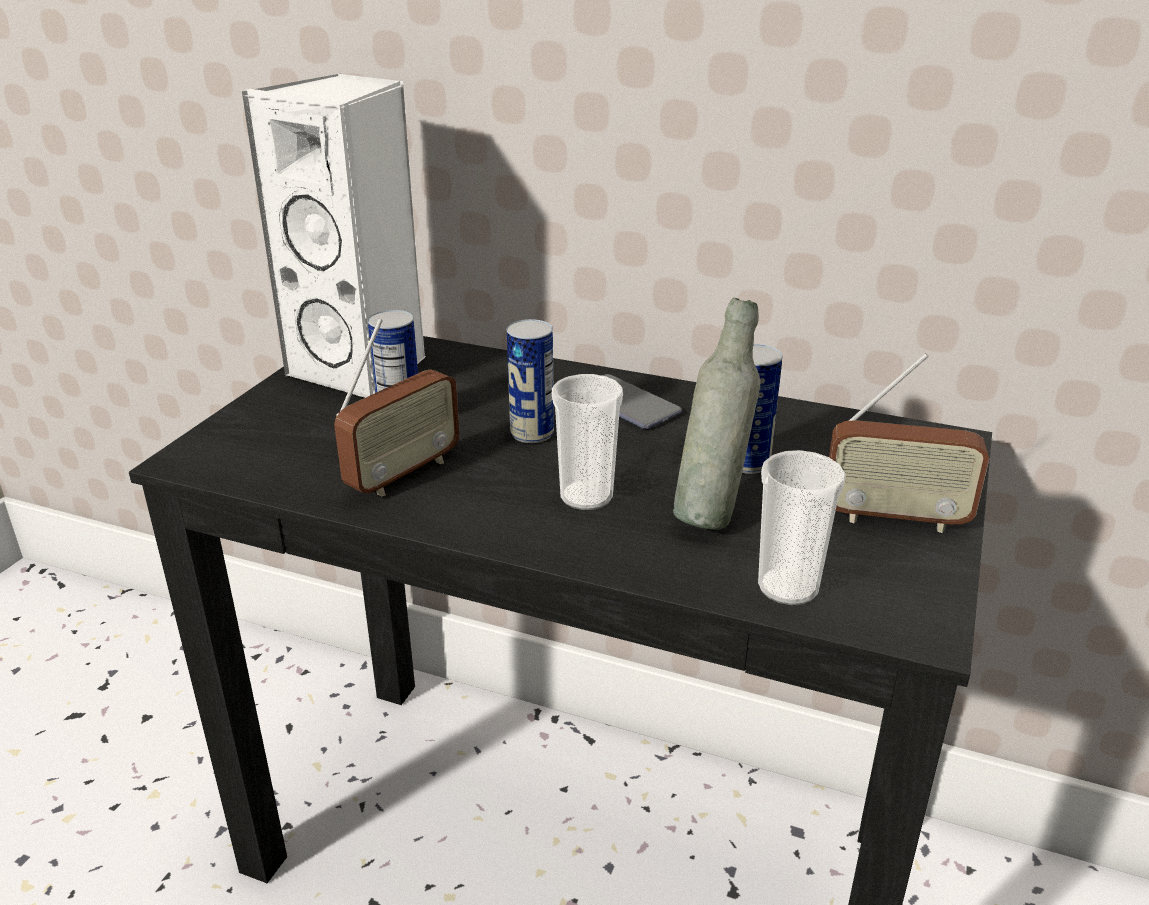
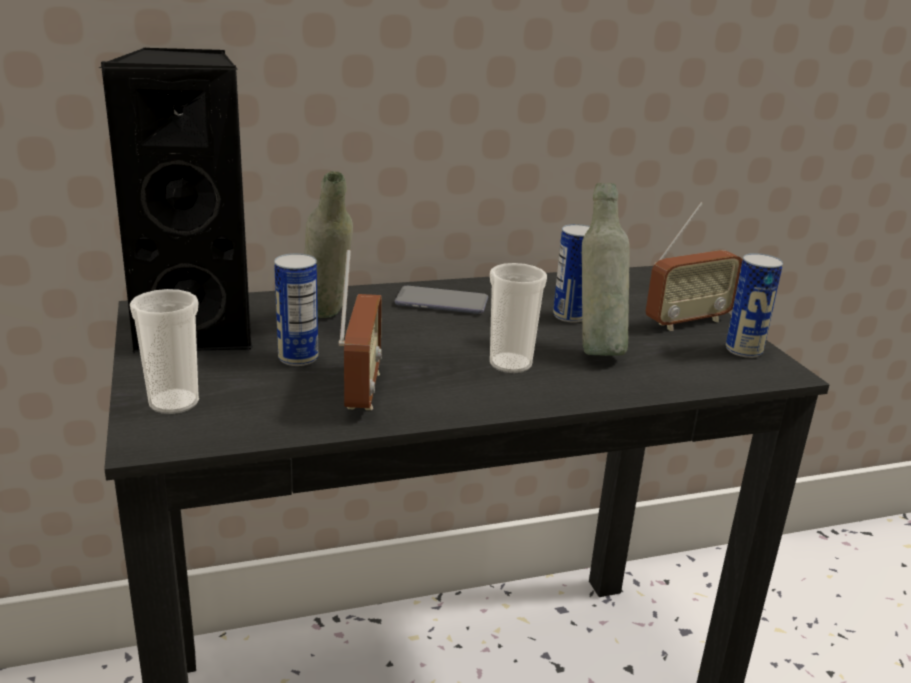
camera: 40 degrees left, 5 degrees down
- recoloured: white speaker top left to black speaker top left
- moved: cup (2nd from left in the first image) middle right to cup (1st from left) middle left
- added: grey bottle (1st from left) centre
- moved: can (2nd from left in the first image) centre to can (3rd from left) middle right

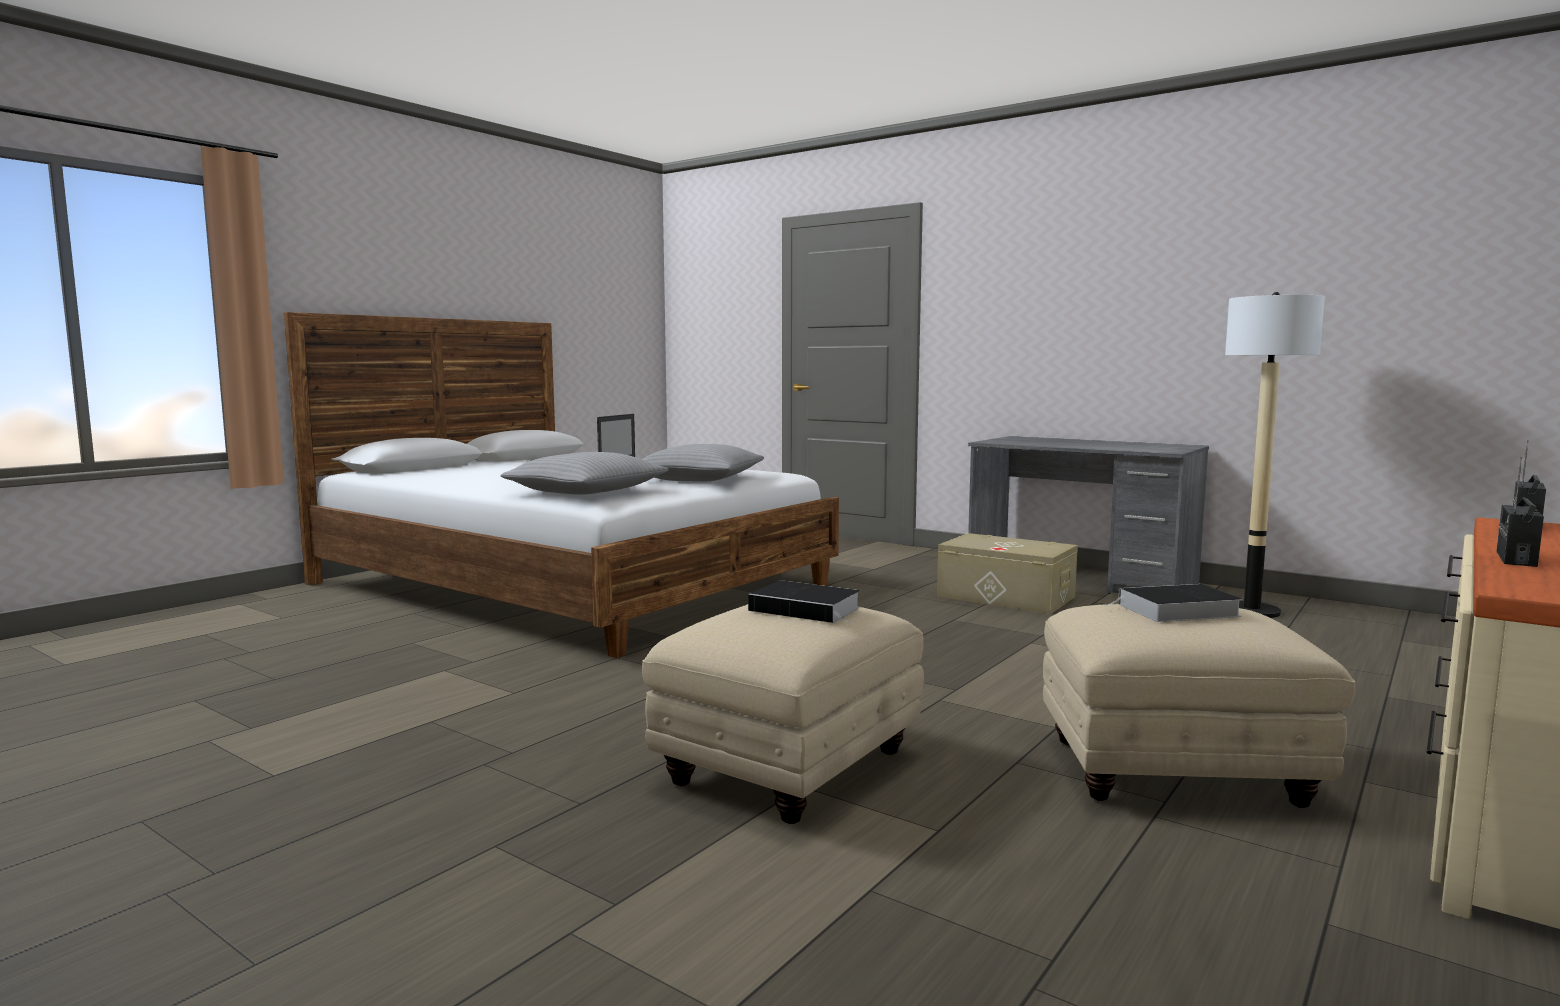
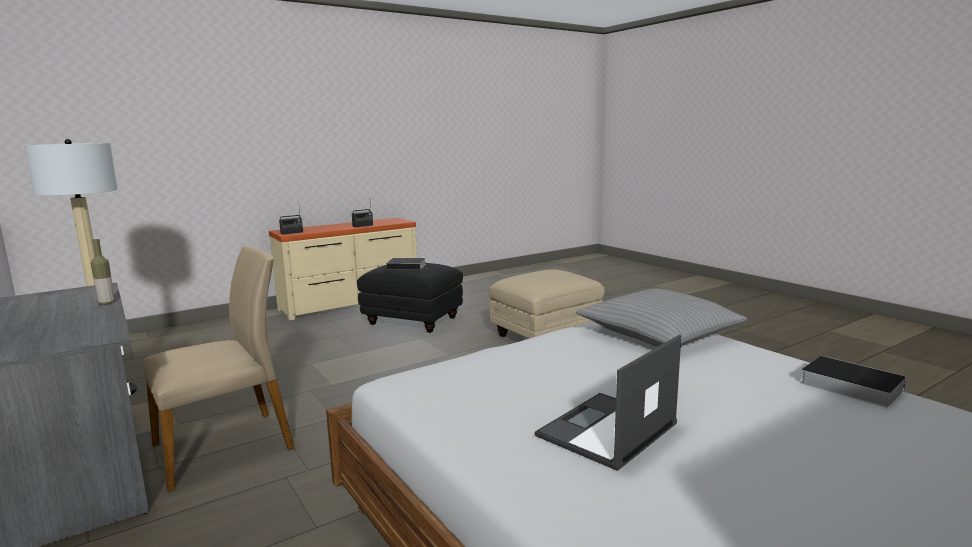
camera: 160 degrees left, 5 degrees up
- added: bottle middle left
- replaced: beige storage box centre to beige chair bottom left
- recoloured: beige ottoman (2nd from left) bottom right to black ottoman centre
- moved: book (1st from left in the first image) centre to book (2nd from left) bottom right
- removed: grey pillow (2nd from left) centre

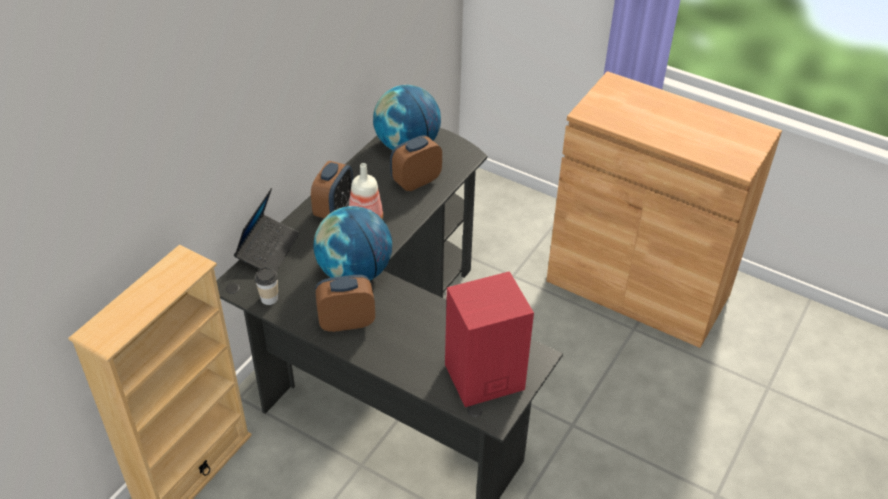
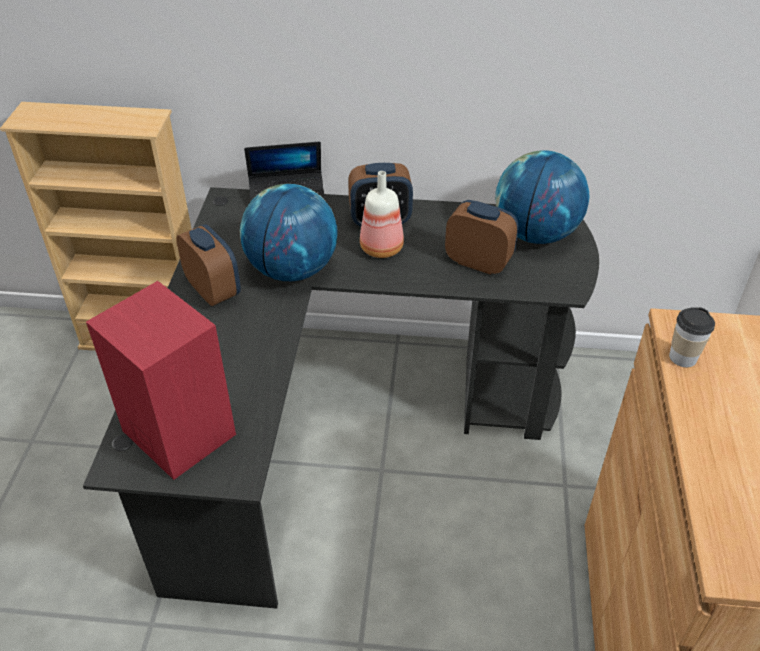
camera: 65 degrees right, 0 degrees up
- moved: cup middle left to middle right

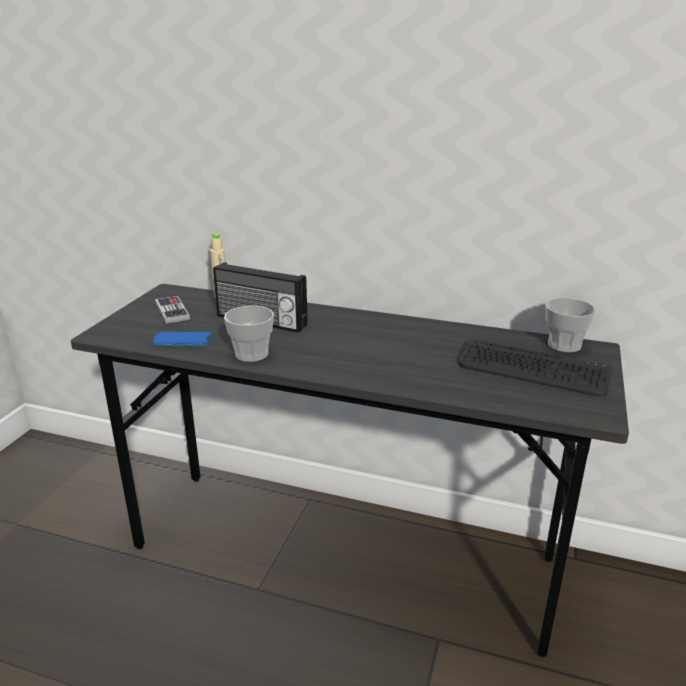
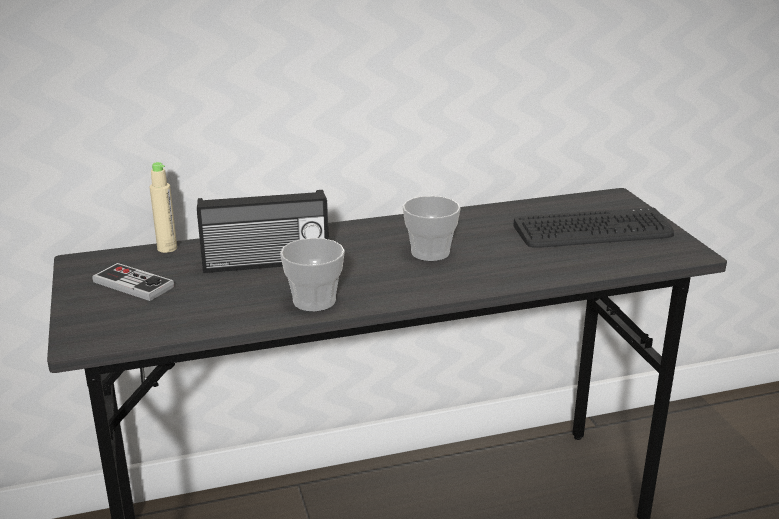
camera: 35 degrees left, 0 degrees up
- moved: cup (2nd from left) middle right to centre
- removed: phone middle left

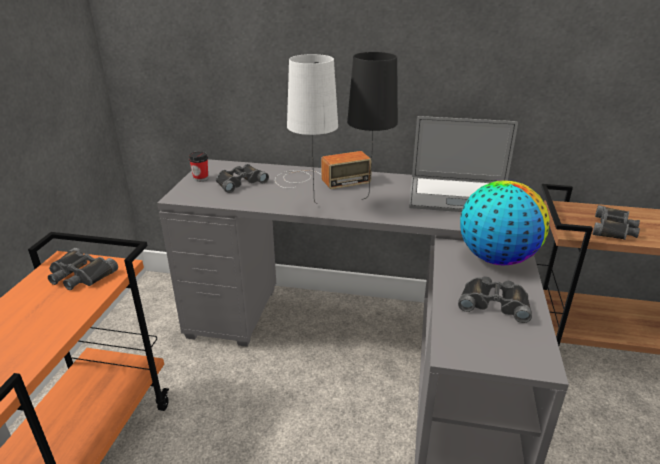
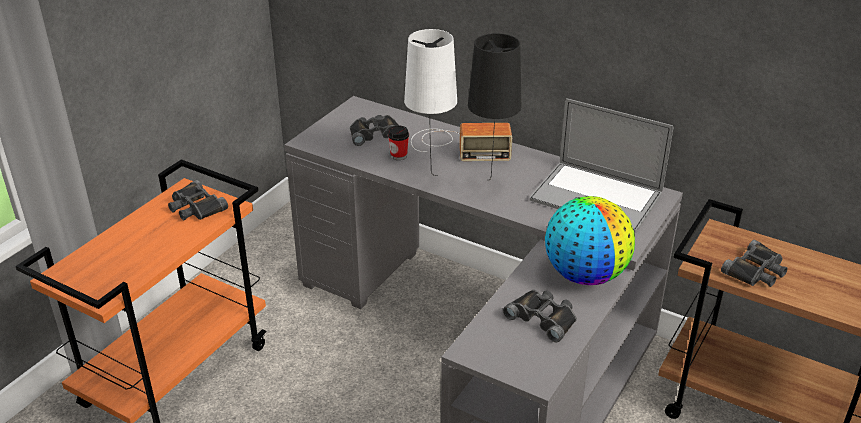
camera: 20 degrees right, 5 degrees up
- moved: cup middle left to centre

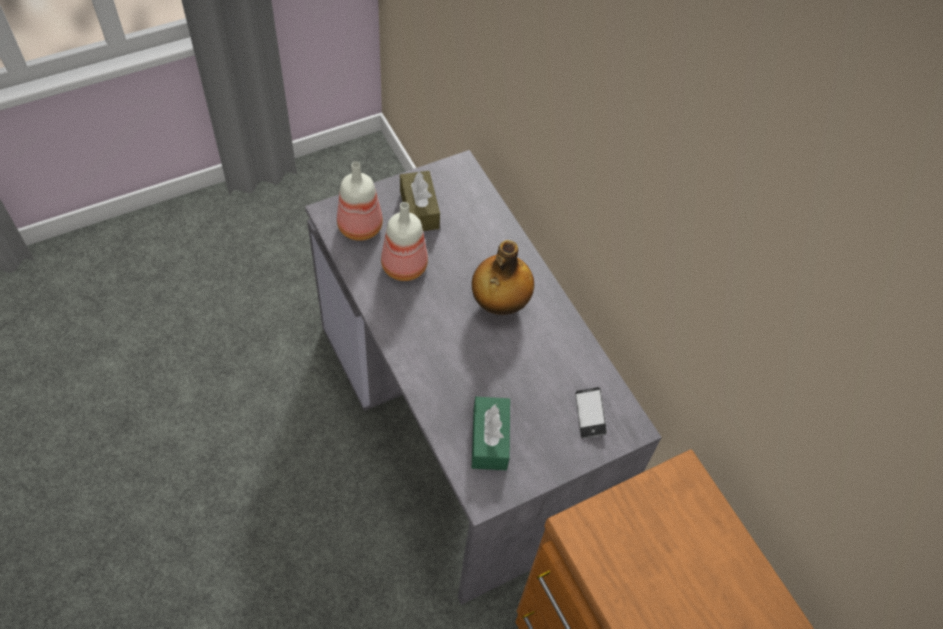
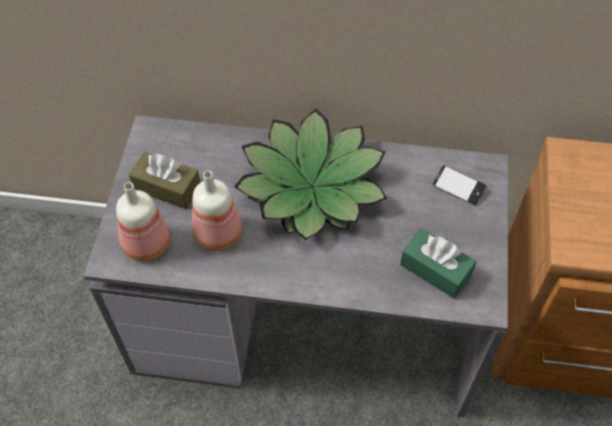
camera: 50 degrees left, 0 degrees up
- replaced: bottle (3rd from left) centre to potted plant centre

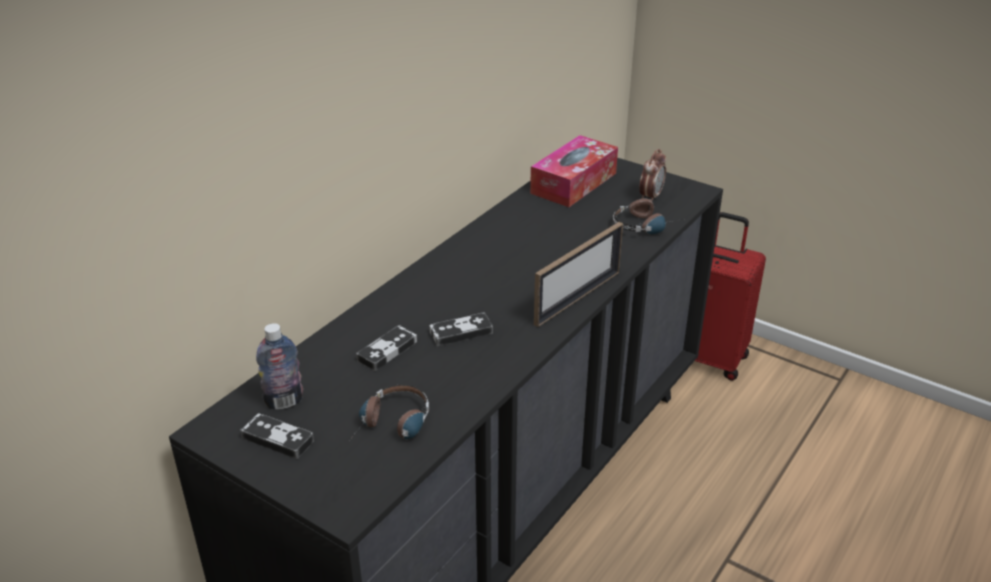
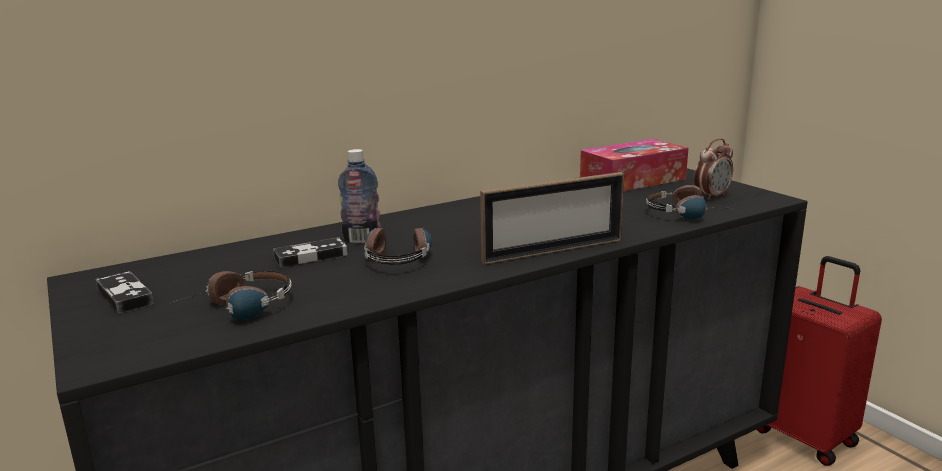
camera: 25 degrees right, 15 degrees down
- moved: bottle middle left to centre
- replaced: game controller (3rd from left) centre to headphones (2nd from left) centre

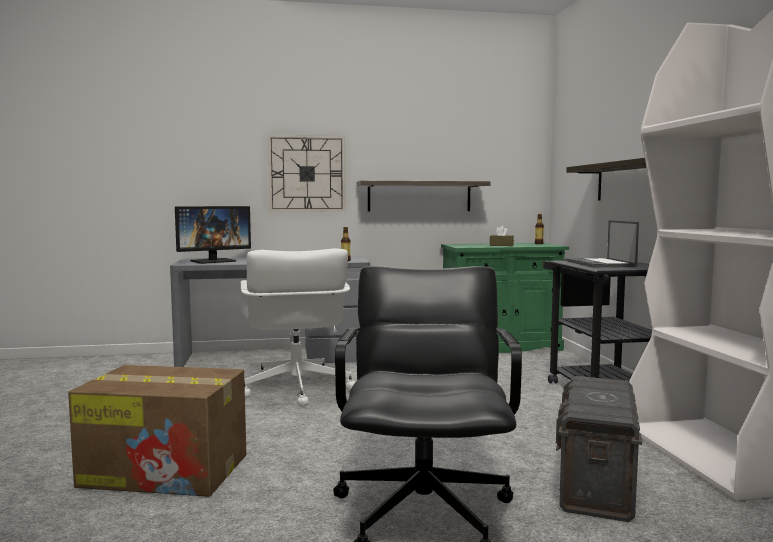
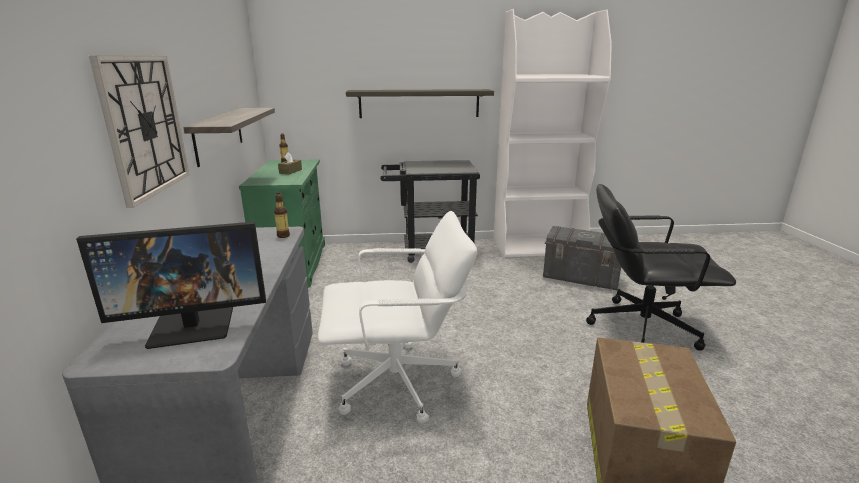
camera: 85 degrees left, 15 degrees up
- turned: monitor middle left = middle left 105 degrees clockwise
- removed: laptop middle right

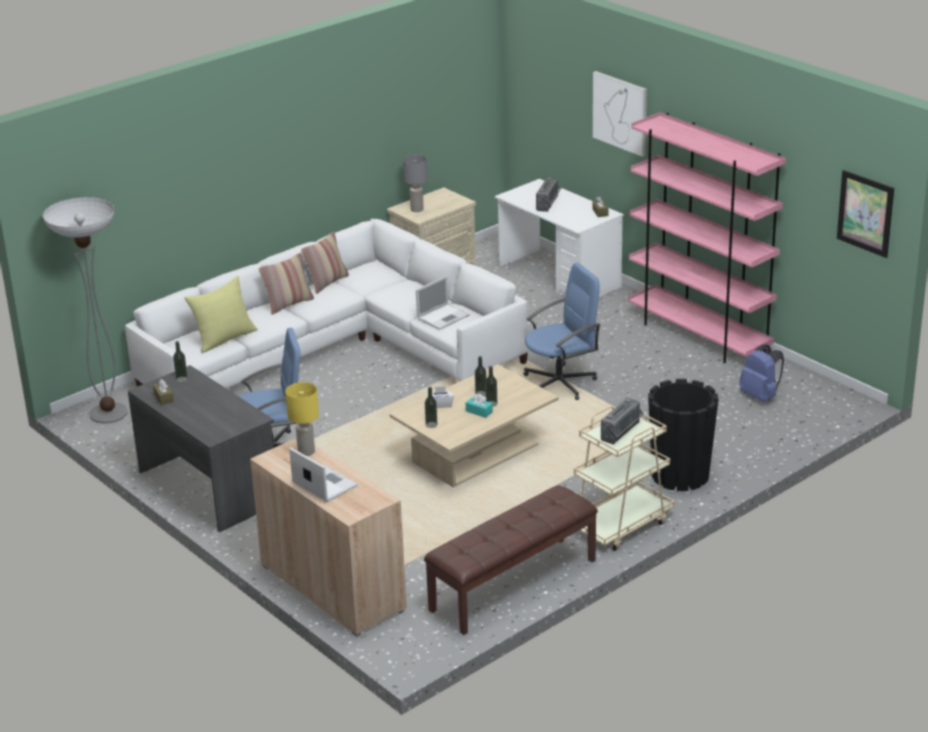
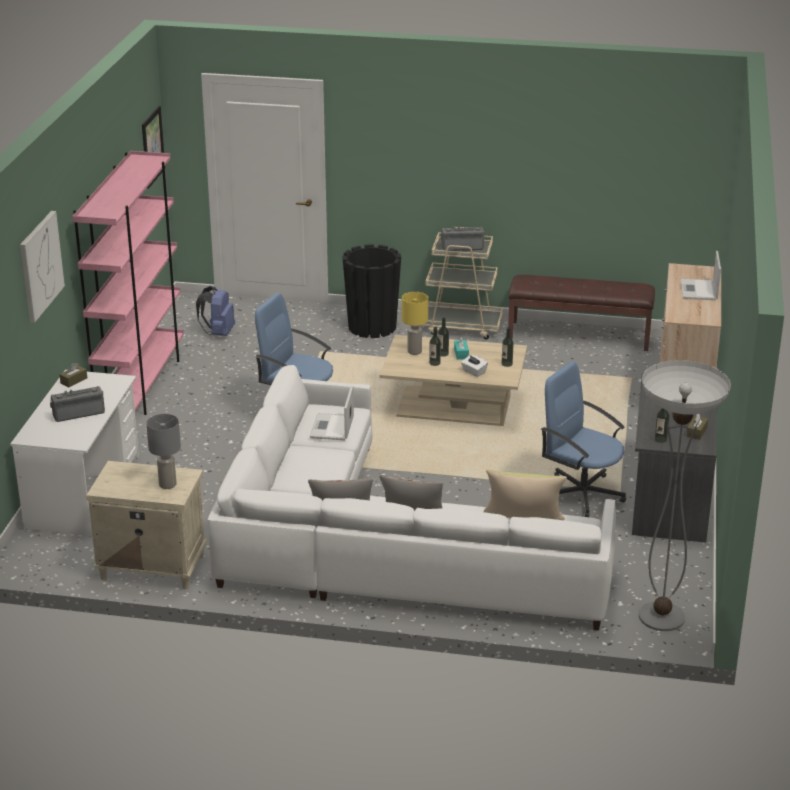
camera: 130 degrees left, 0 degrees up
- turned: laptop (2nd from left in the first image) centre = centre 90 degrees counterclockwise
- moved: yellow table lamp middle left to centre

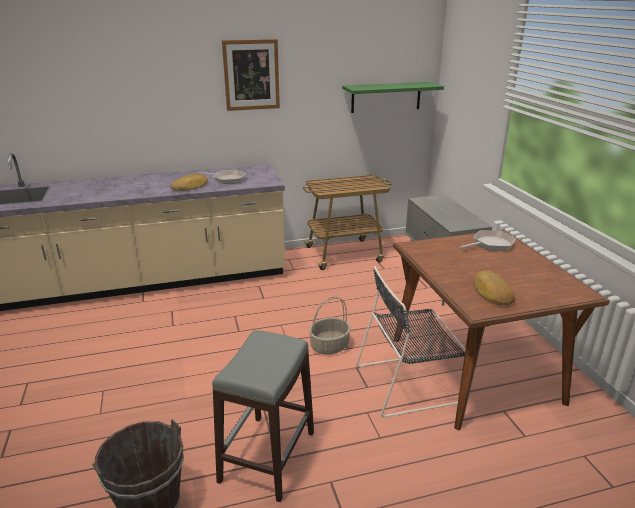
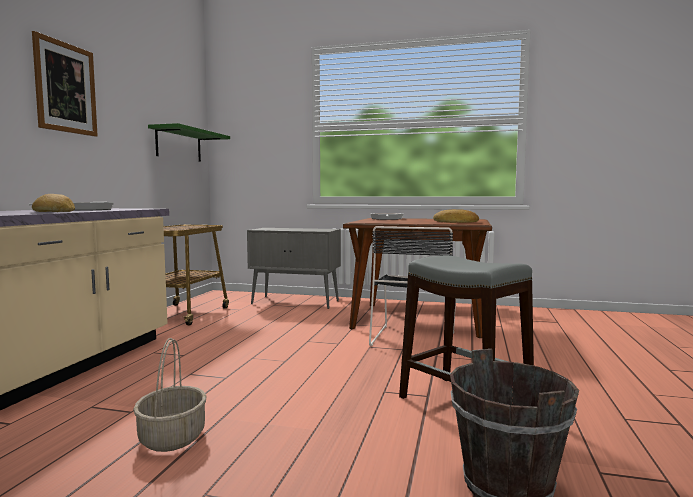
camera: 60 degrees left, 20 degrees down
- moved: basket centre to bottom left

